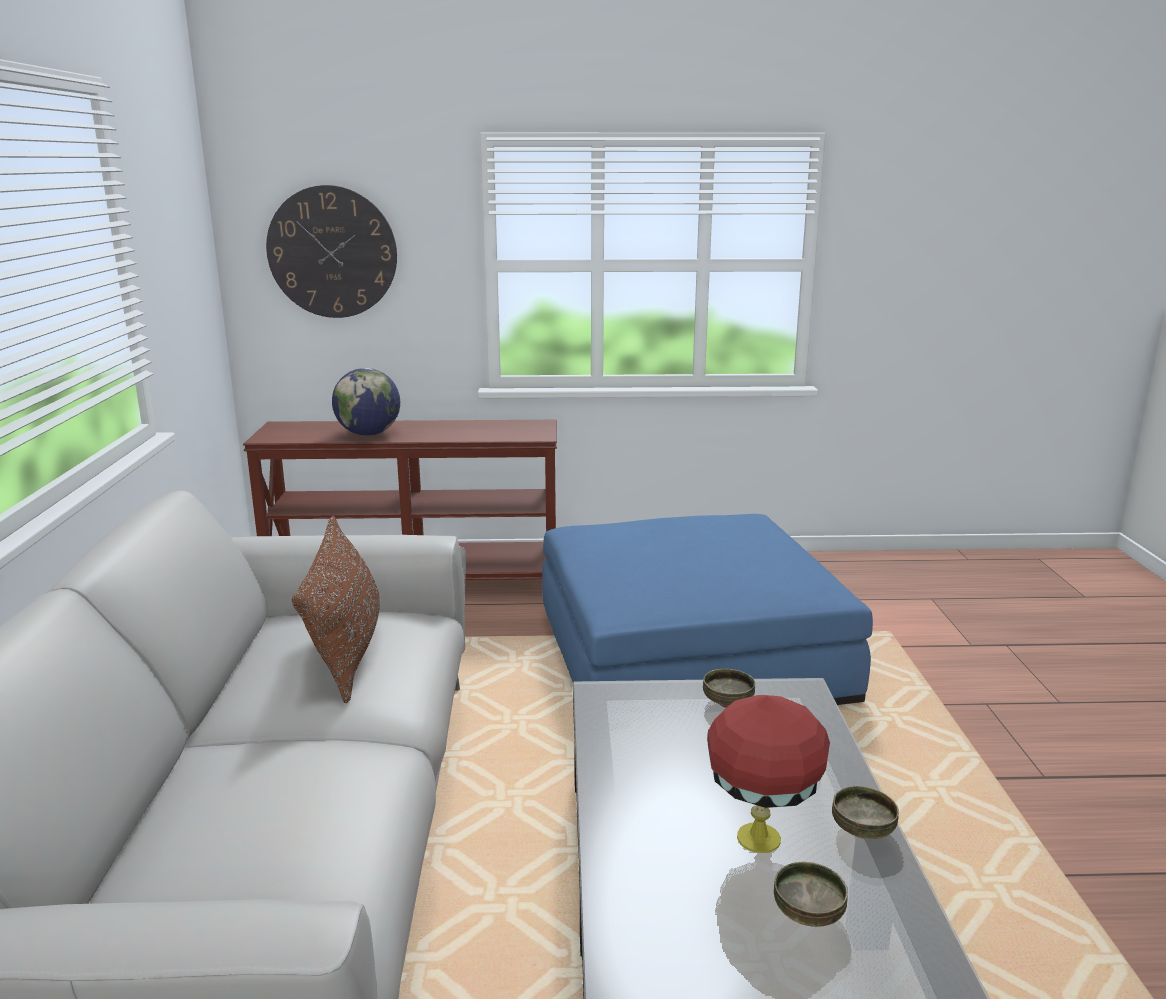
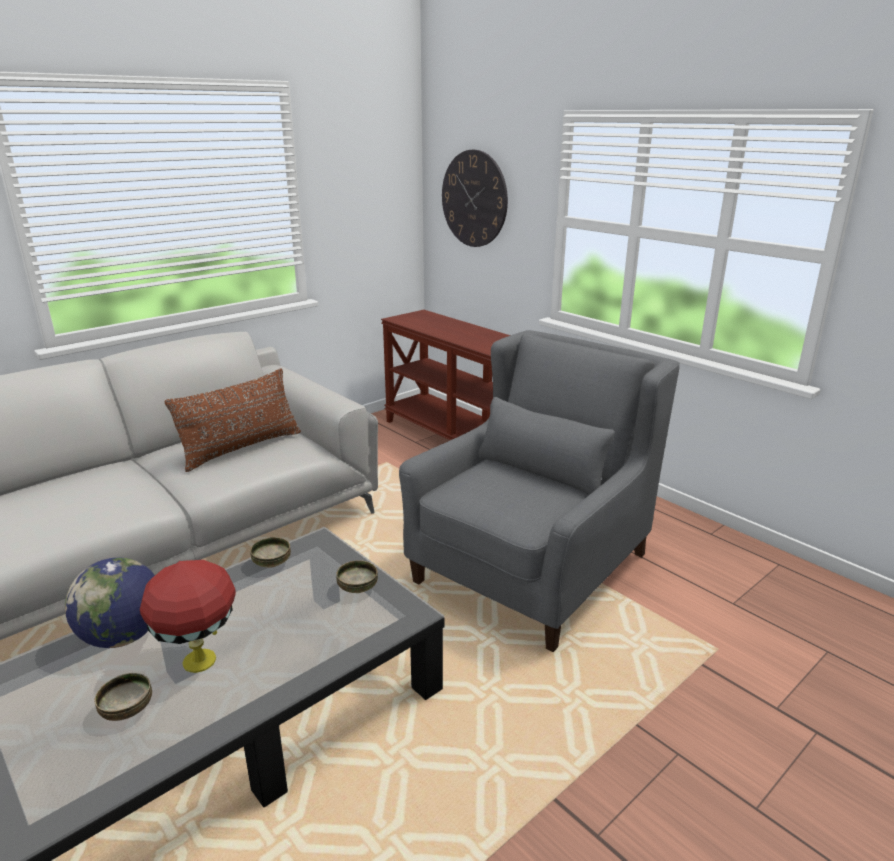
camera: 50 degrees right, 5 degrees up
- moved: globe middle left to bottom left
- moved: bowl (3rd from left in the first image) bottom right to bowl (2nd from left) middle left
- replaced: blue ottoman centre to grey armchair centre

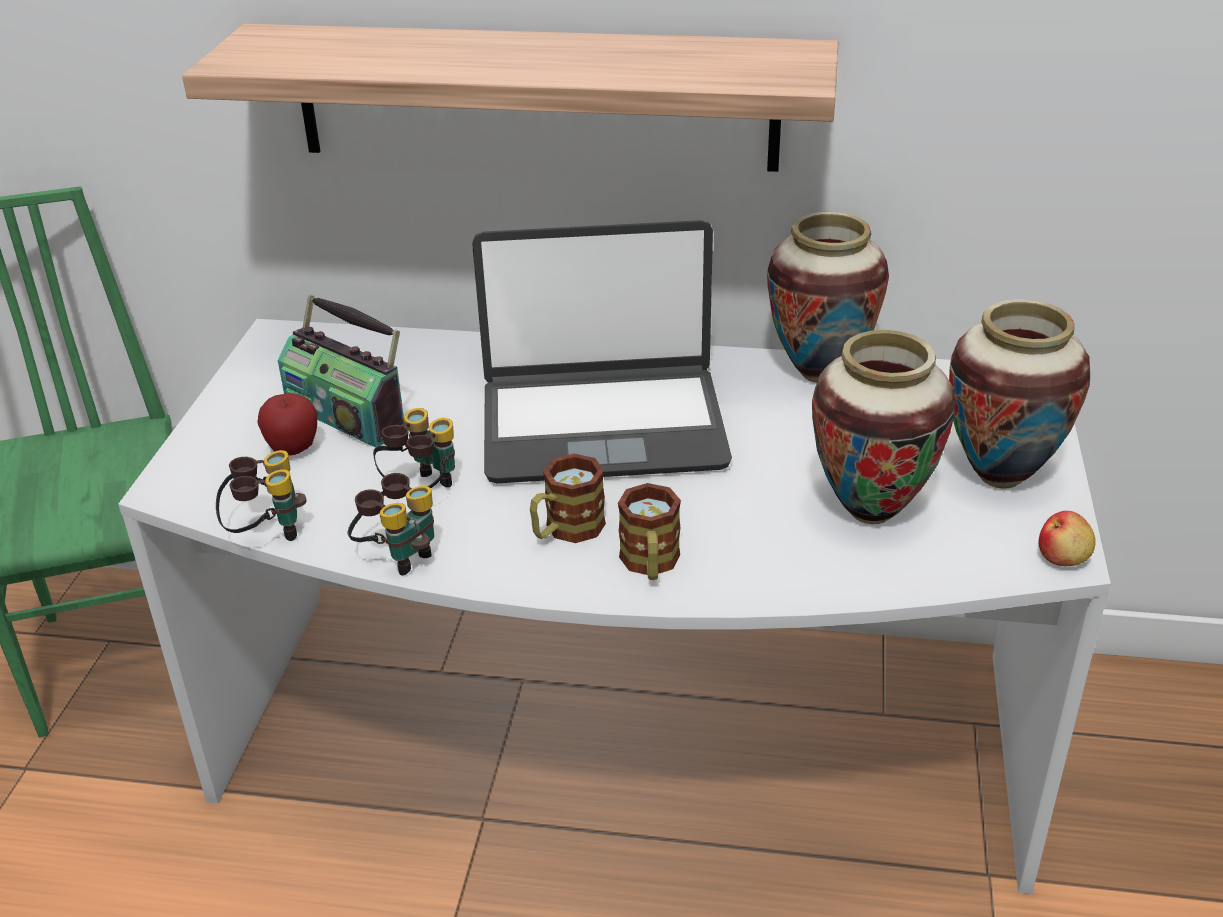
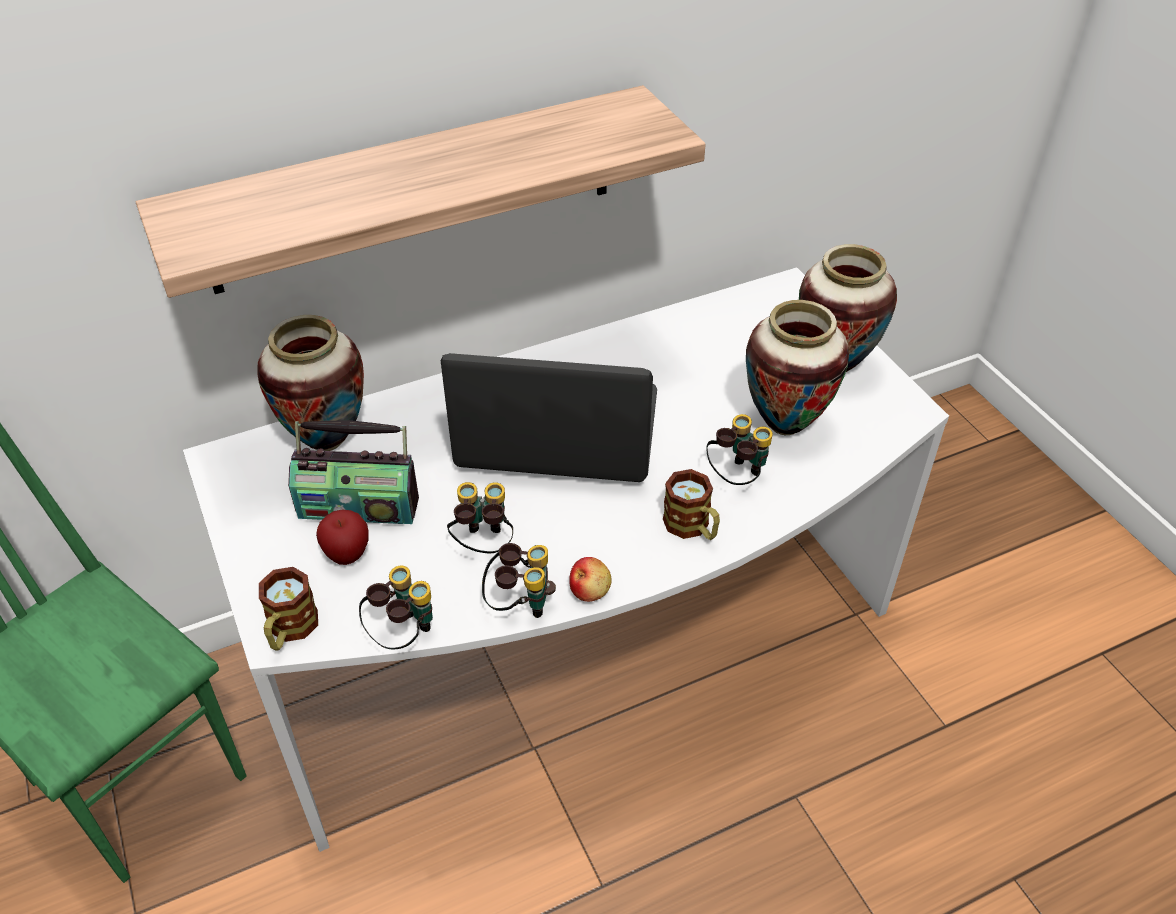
camera: 35 degrees left, 10 degrees up
- moved: vase (1st from left) top right to middle left
- moved: mug (1st from left) centre to middle left
- turned: laptop centre = centre 135 degrees counterclockwise
- moved: apple (2nd from left) middle right to centre
- added: binoculars (4th from left) centre

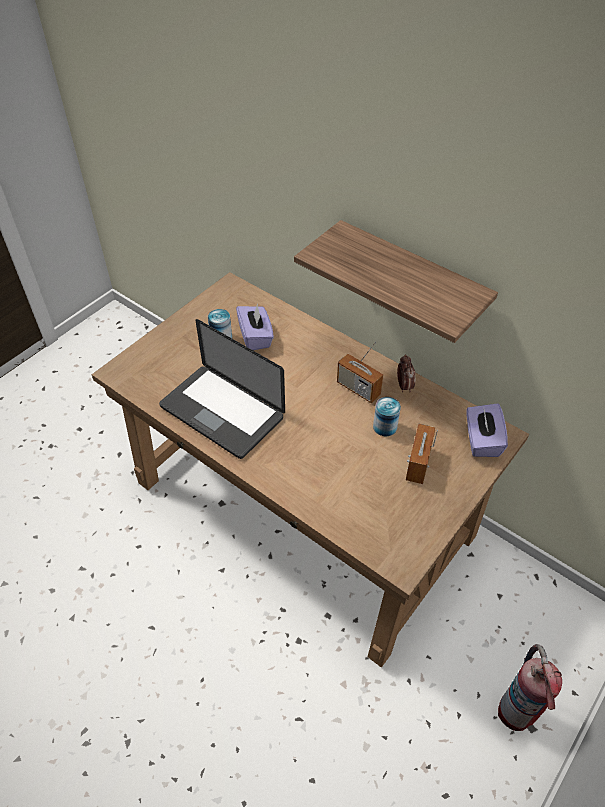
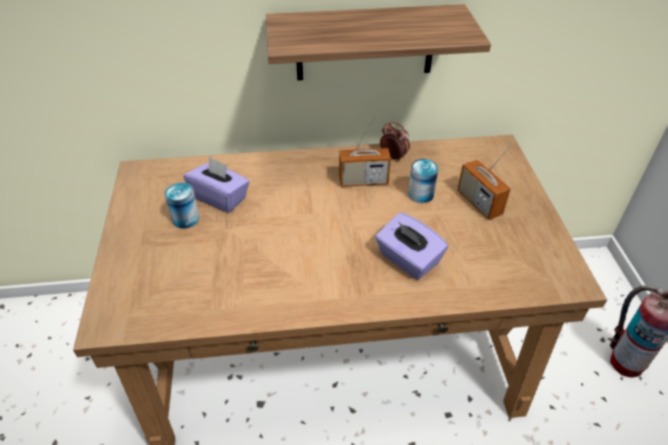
camera: 45 degrees left, 5 degrees down
- moved: purple tissue box (2nd from left) middle right to centre
- removed: laptop centre

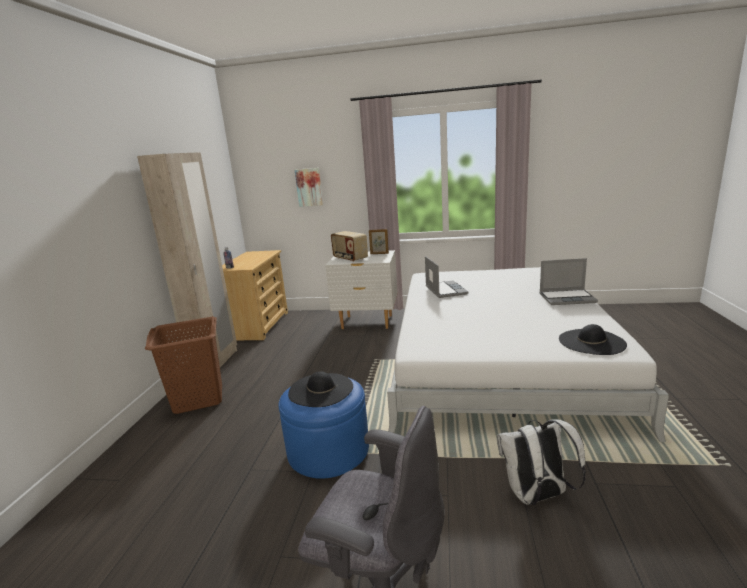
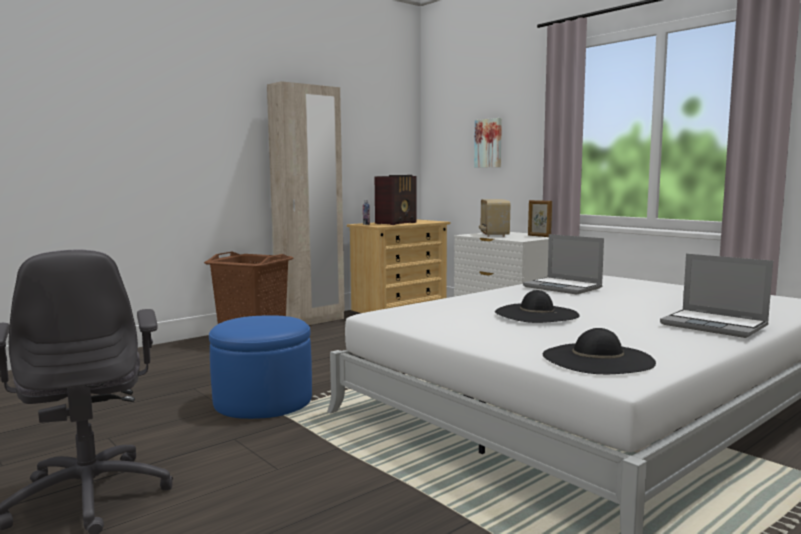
camera: 40 degrees right, 10 degrees down
- added: radio (1st from left) centre
- moved: black hat (1st from left) centre to middle right
- turned: laptop (1st from left) centre = middle right 105 degrees clockwise
- removed: white backpack bottom right

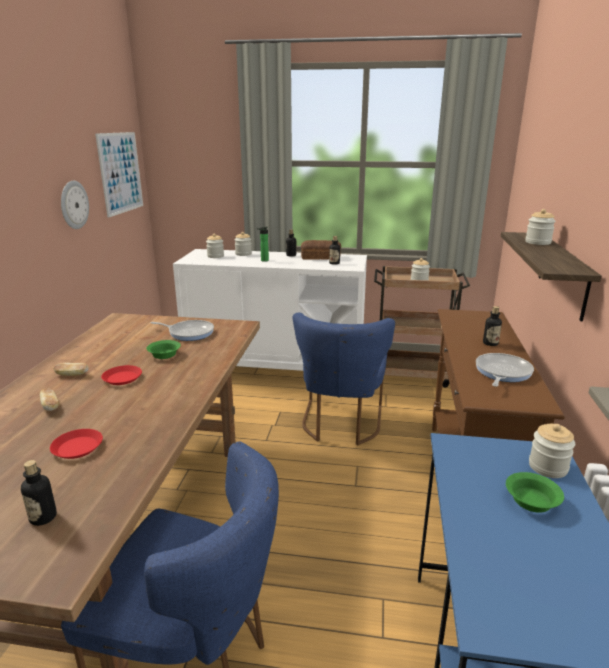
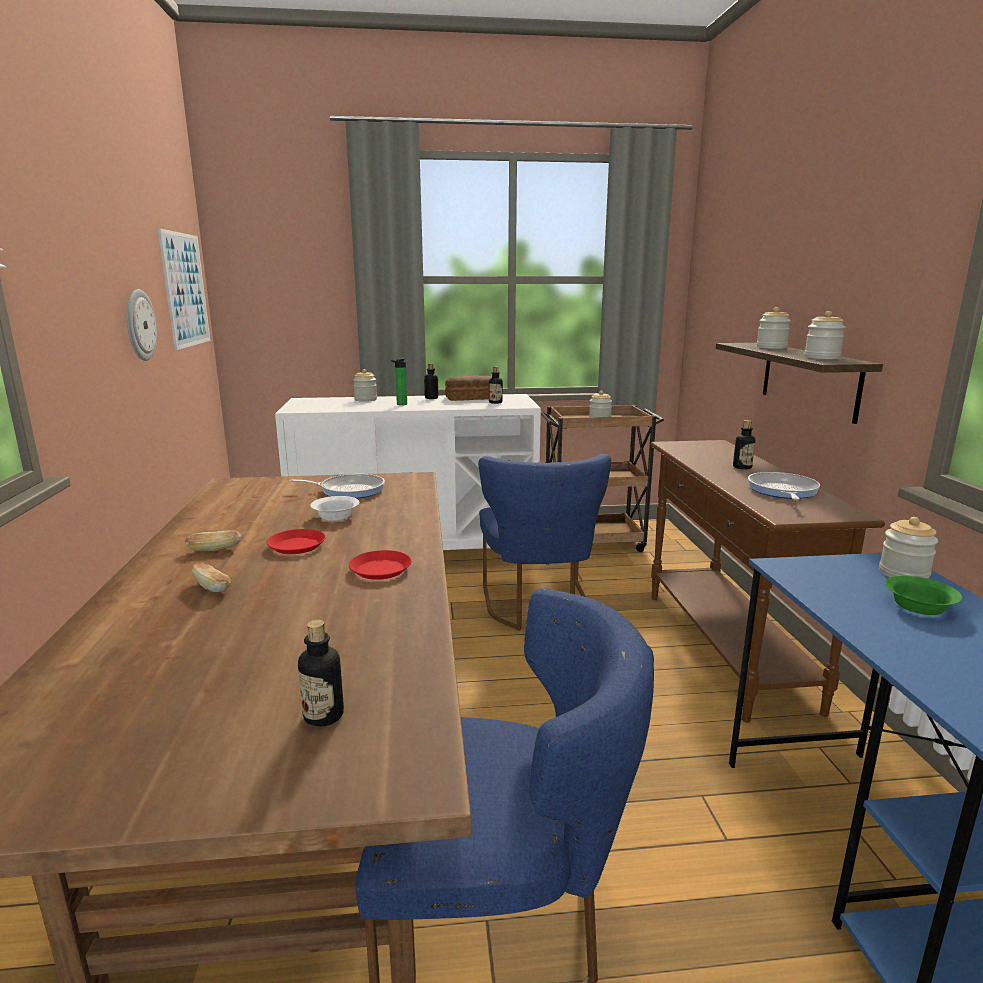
camera: 15 degrees left, 5 degrees down
- recoloured: green bowl (1st from left) middle left to white bowl centre
- moved: red plate (1st from left in the first image) middle left to red plate (2nd from left) centre
- moved: jar (1st from left in the first image) centre to jar (4th from left) middle right

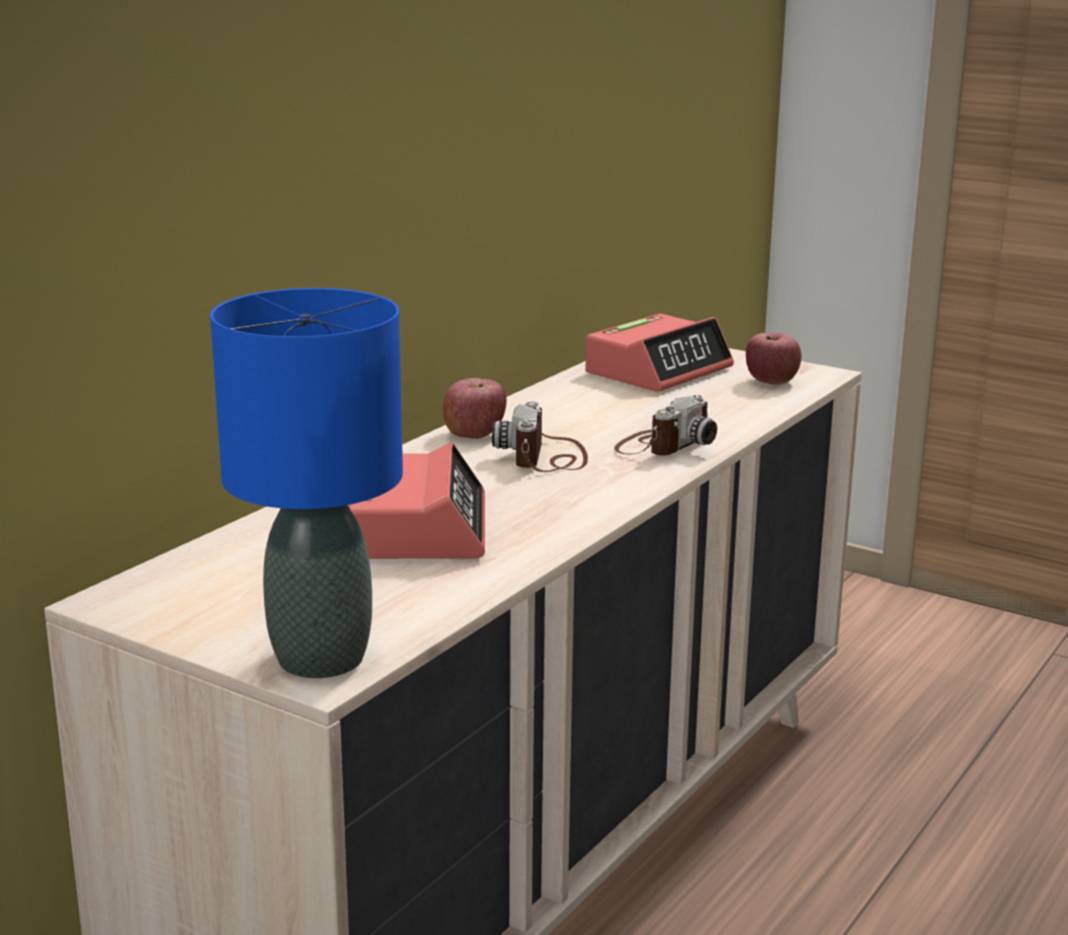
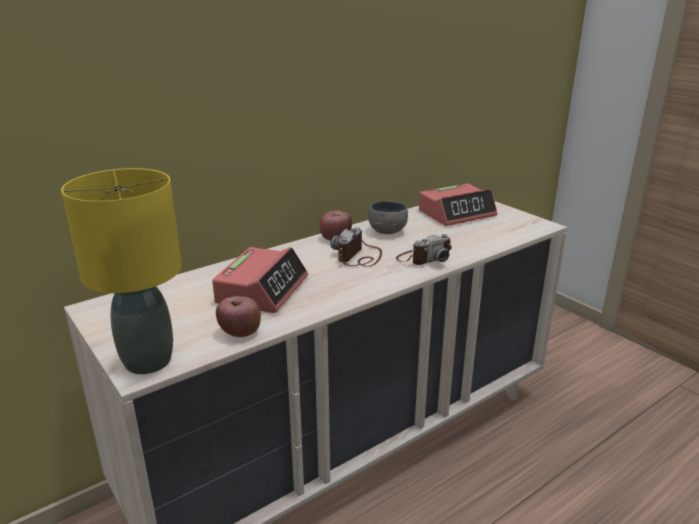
camera: 20 degrees right, 5 degrees up
- recoloured: blue table lamp middle left to yellow table lamp middle left
- moved: apple (2nd from left in the first image) middle right to apple (1st from left) centre
- added: grey bowl centre

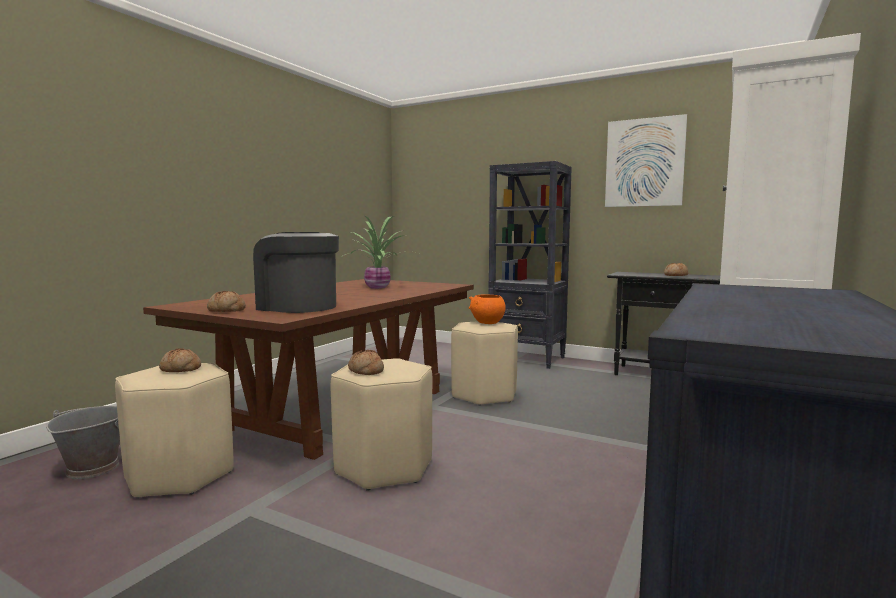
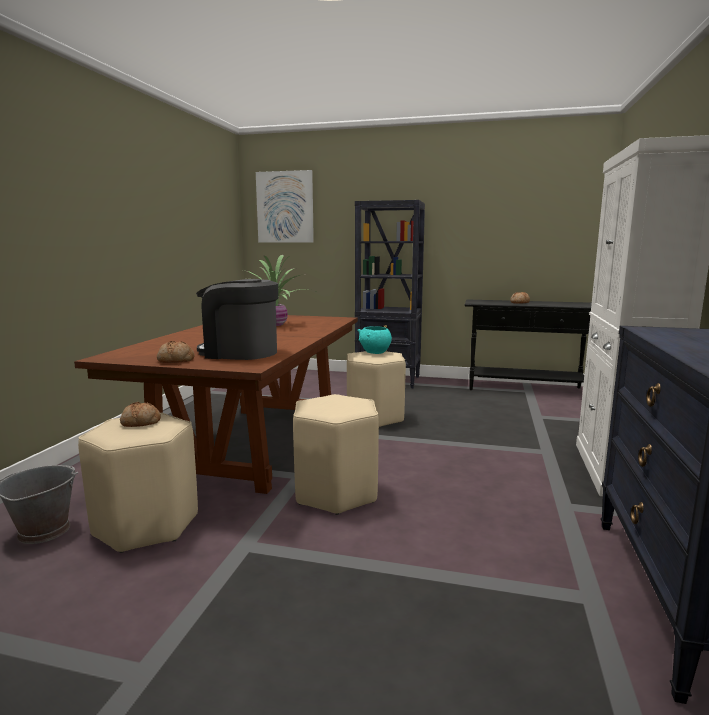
camera: 15 degrees left, 5 degrees up
- moved: picture top right to top centre
- recoloured: orange bowl centre to turquoise bowl centre
- removed: bread (3rd from left) centre

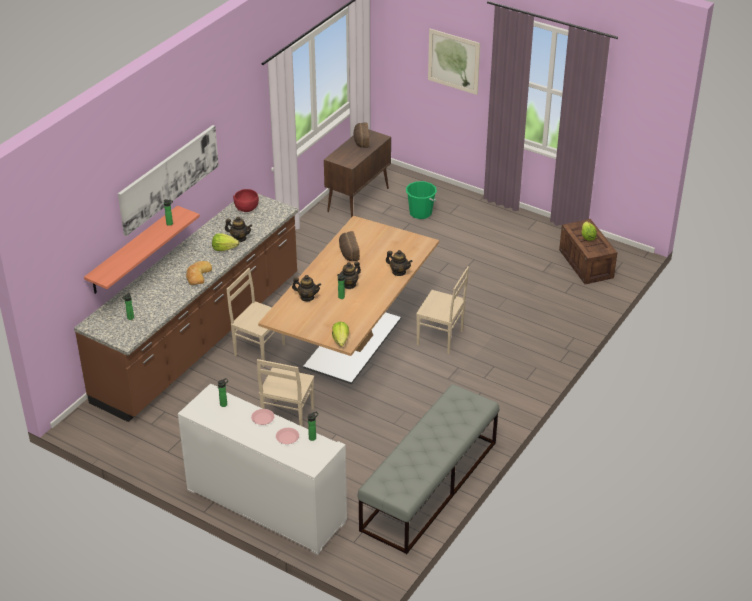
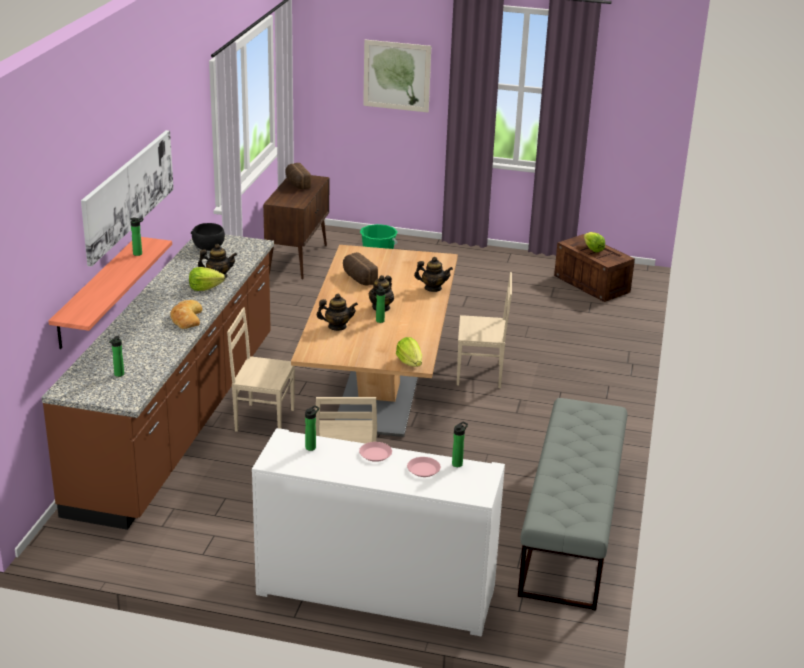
camera: 20 degrees left, 10 degrees down
- recoloured: red bowl top left to black bowl middle left

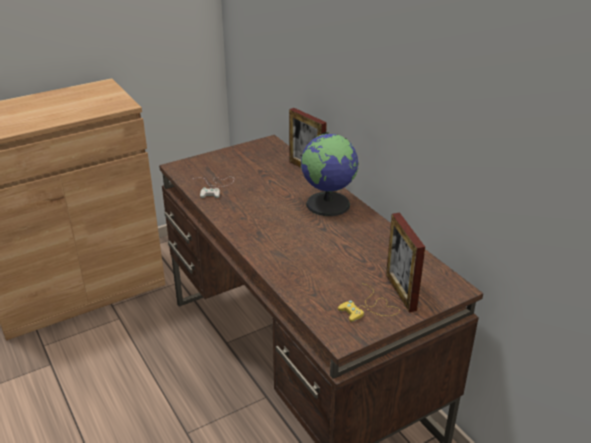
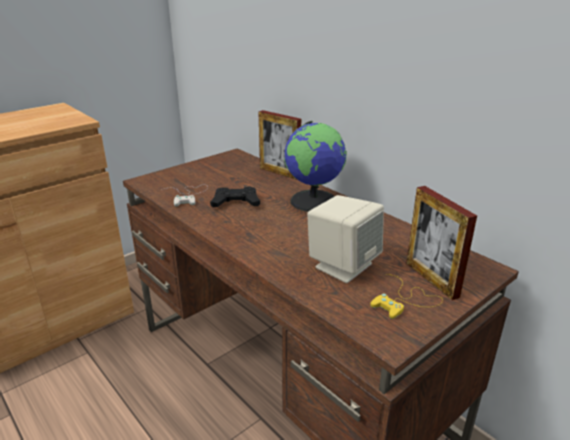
camera: 10 degrees left, 5 degrees down
- added: black game controller centre
- added: beige speaker centre

